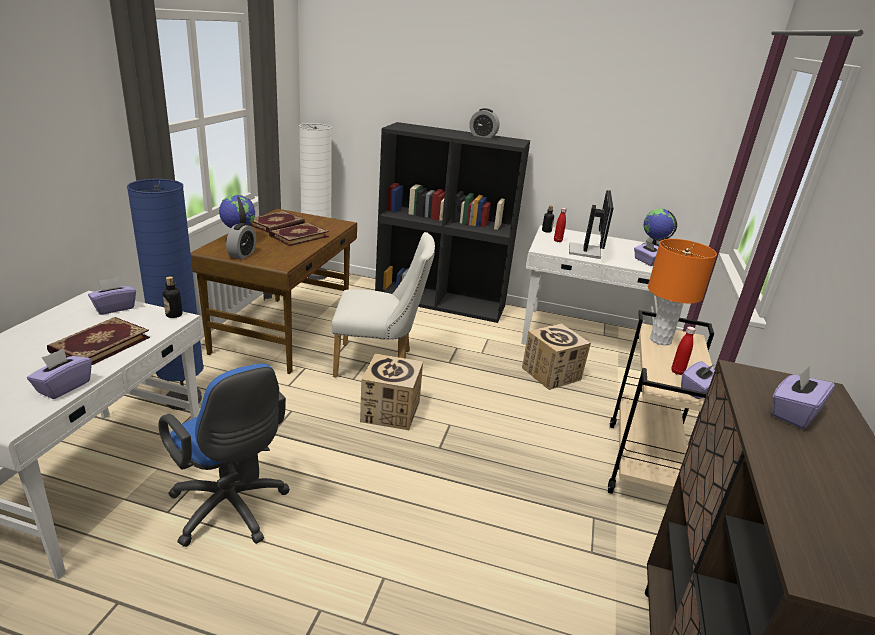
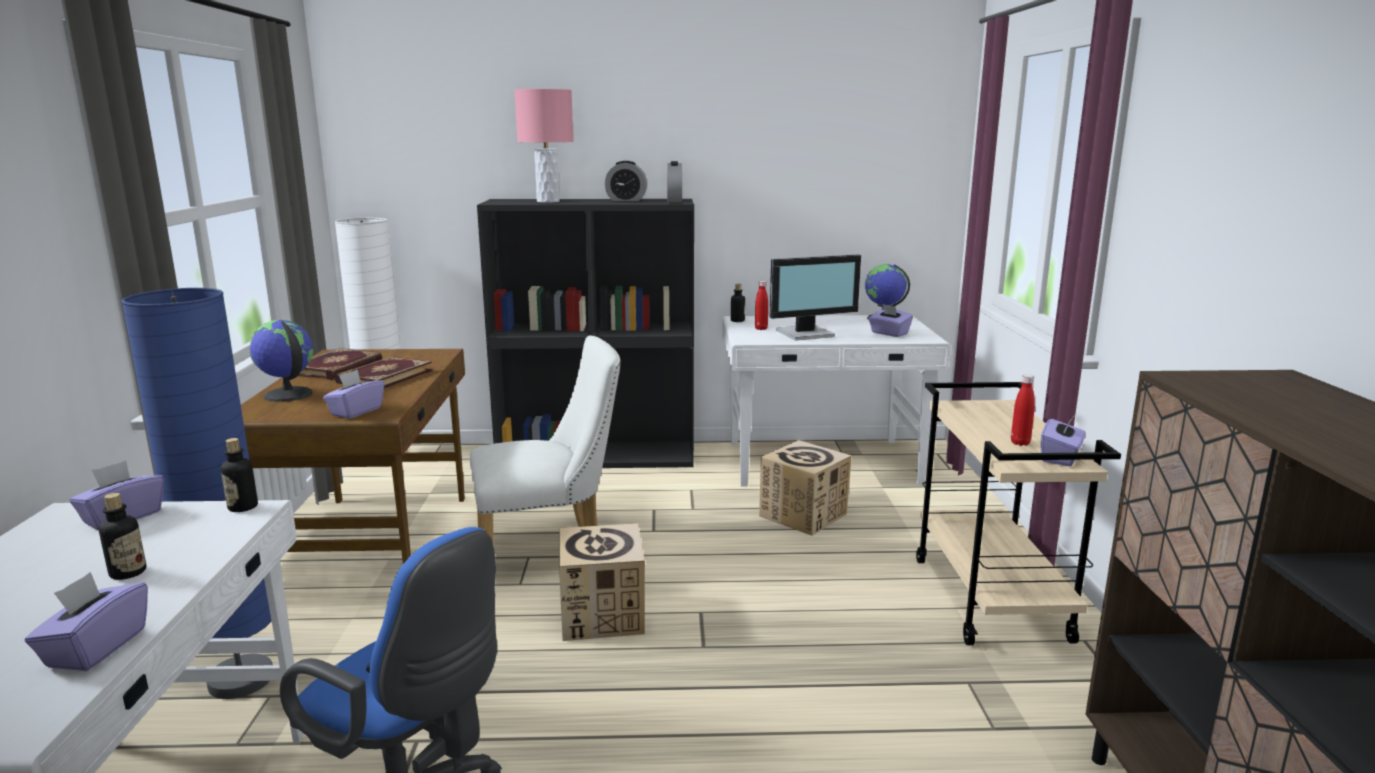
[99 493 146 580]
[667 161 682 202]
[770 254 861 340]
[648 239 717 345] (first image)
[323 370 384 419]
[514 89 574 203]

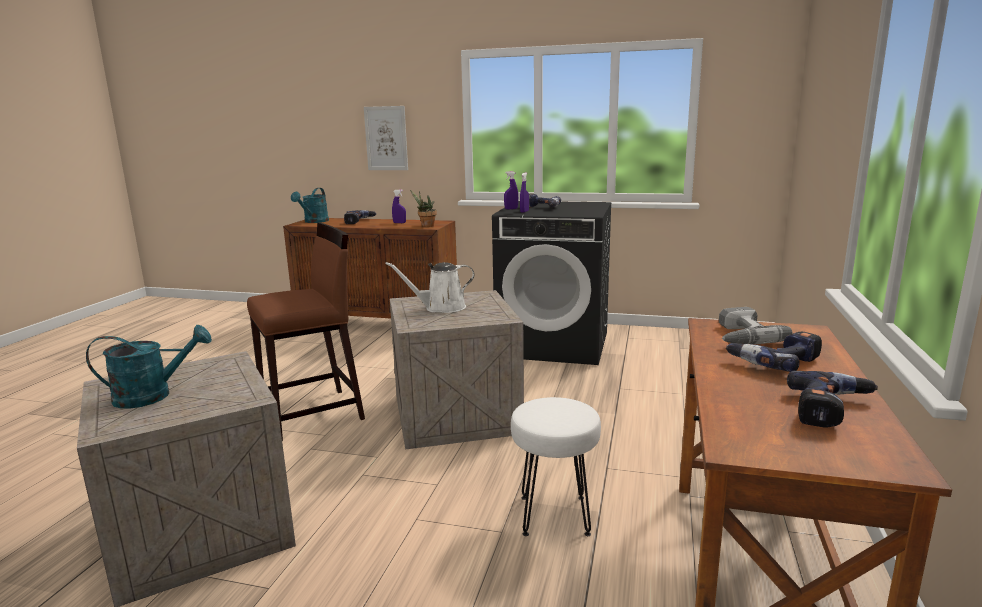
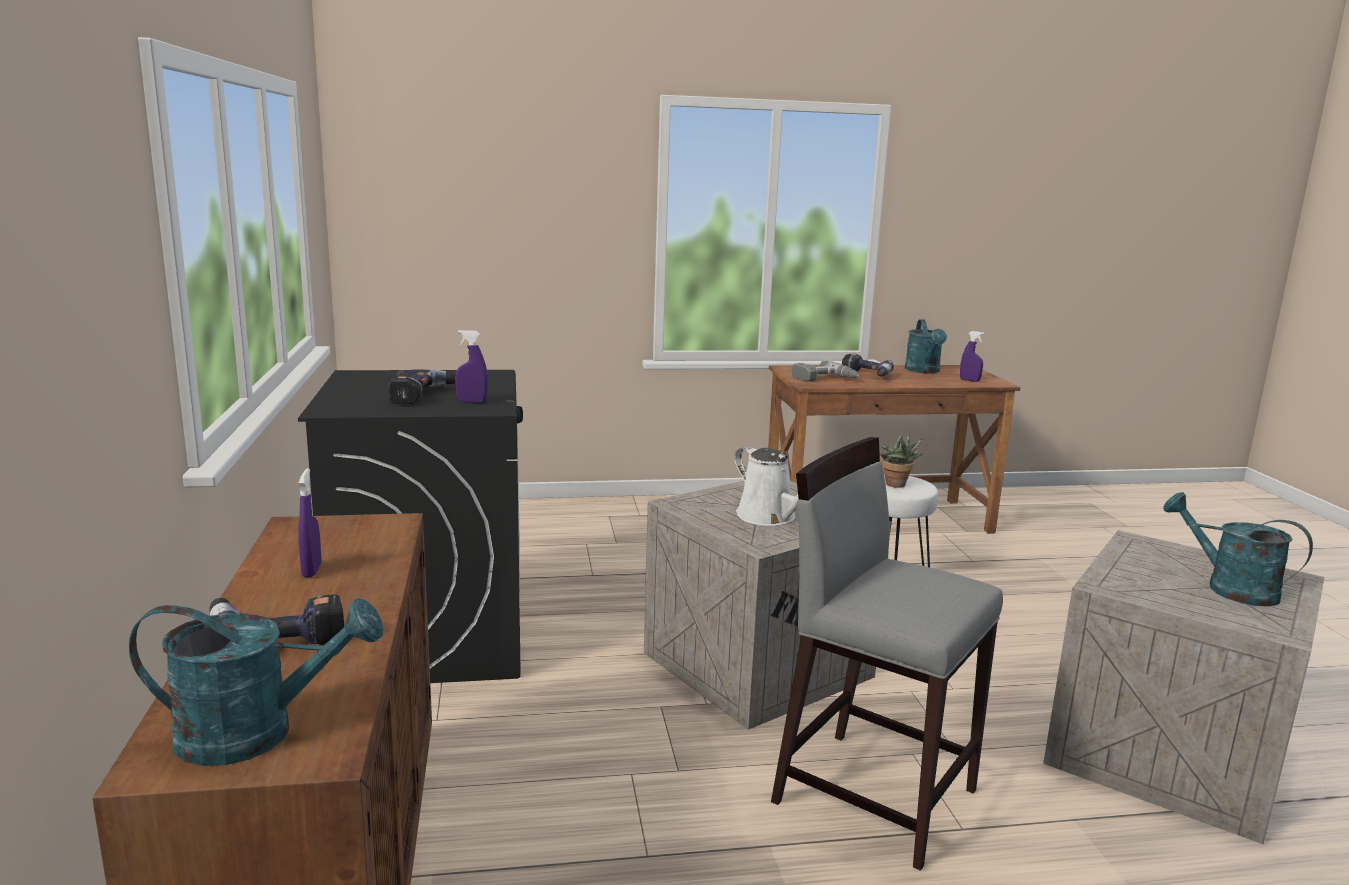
[771 437 1003 871]
[364 106 408 170] (first image)
[880 432 923 488]
[960 331 984 382]
[905 319 947 373]

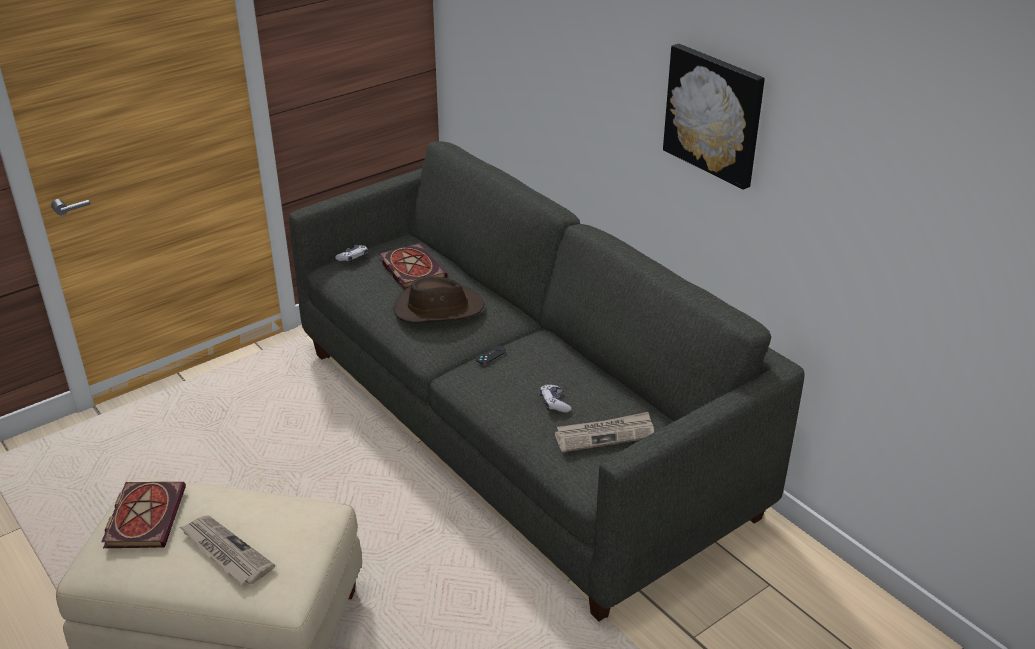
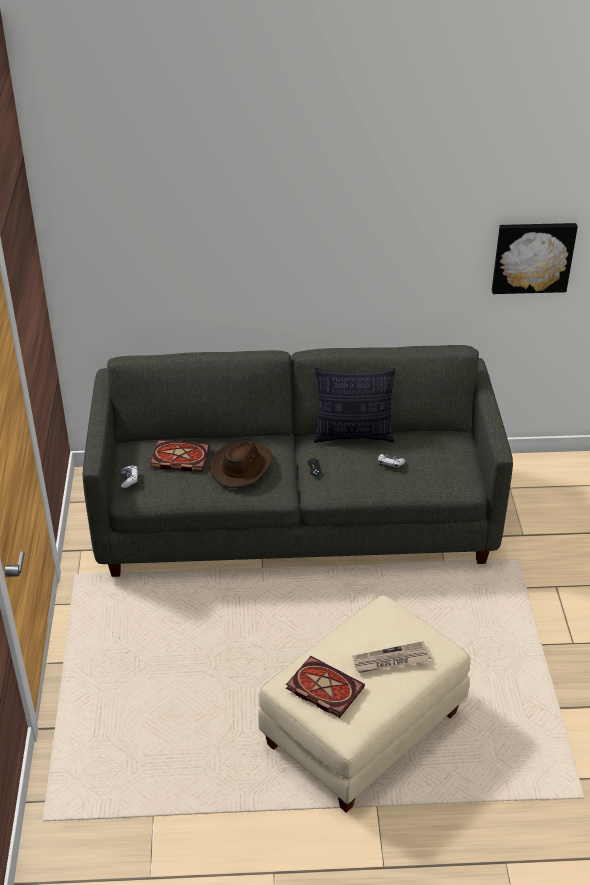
[555 412 654 453] (first image)
[492 223 578 294]
[314 367 396 443]

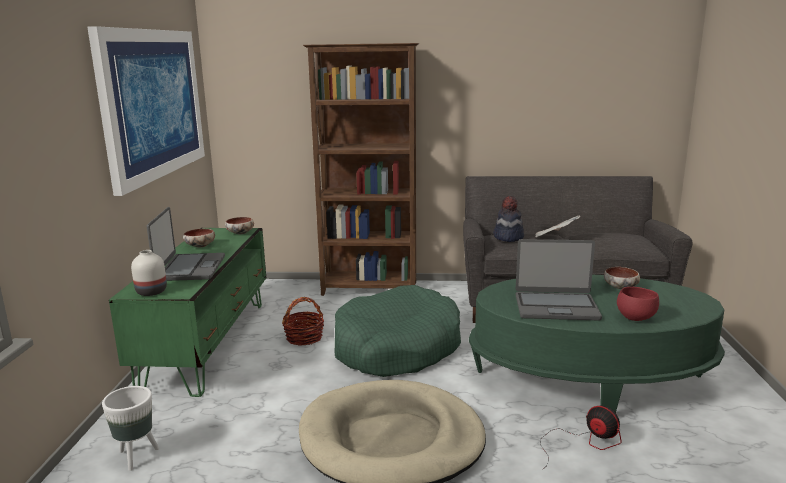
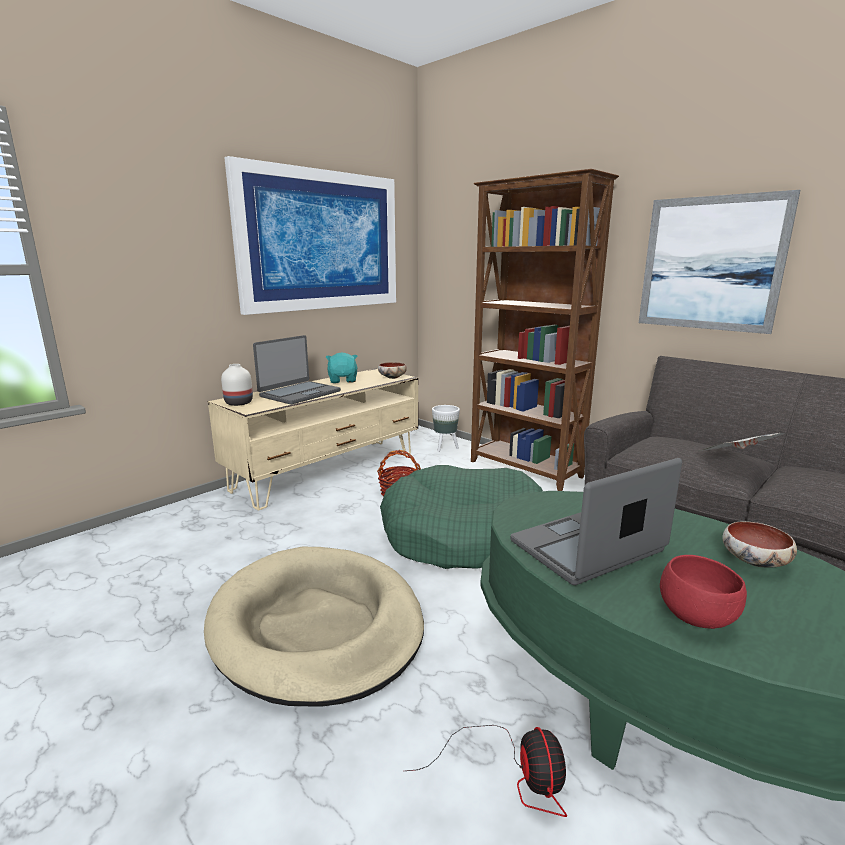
[432 405 460 452]
[208 369 418 510]
[326 352 358 383]
[494 196 524 242] (first image)
[511 458 682 585]
[639 190 800 334]

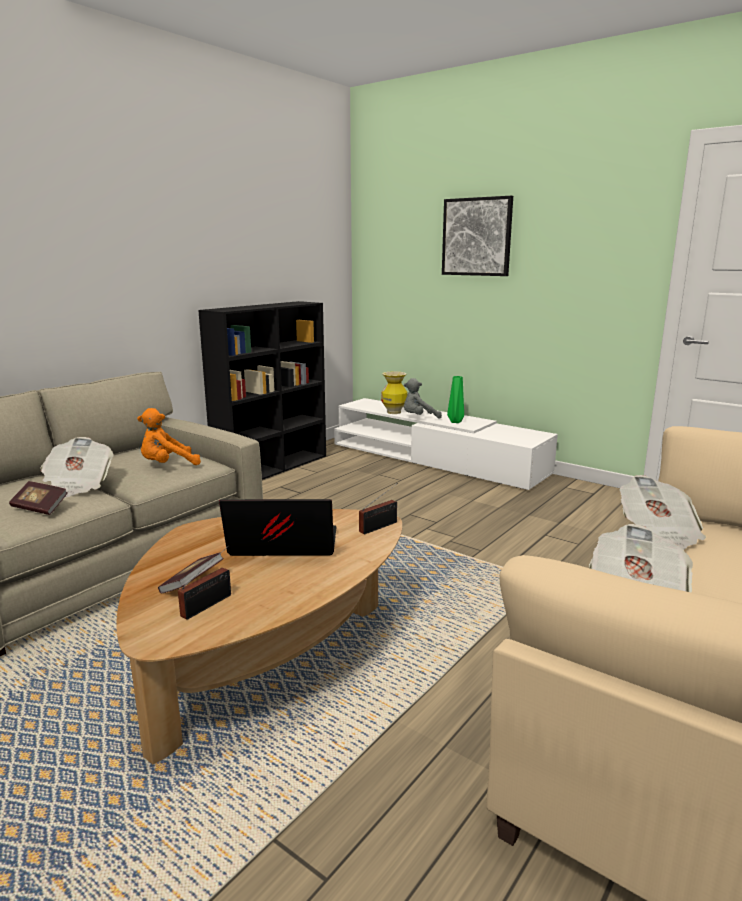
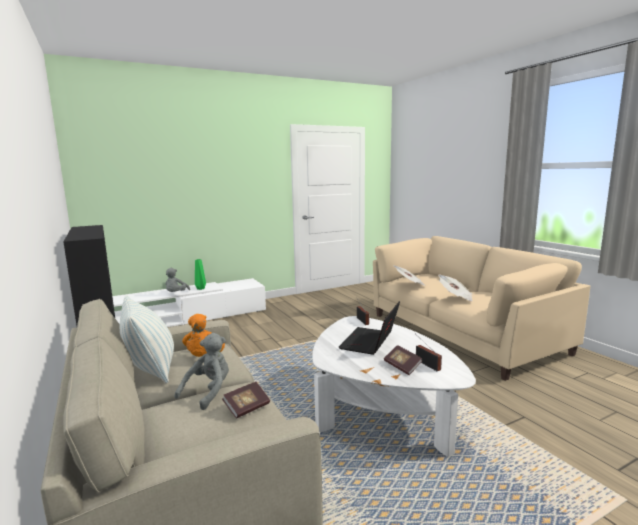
[174 333 229 410]
[312 316 476 457]
[381 371 407 414] (first image)
[442 196 513 276] (first image)
[120 295 174 384]

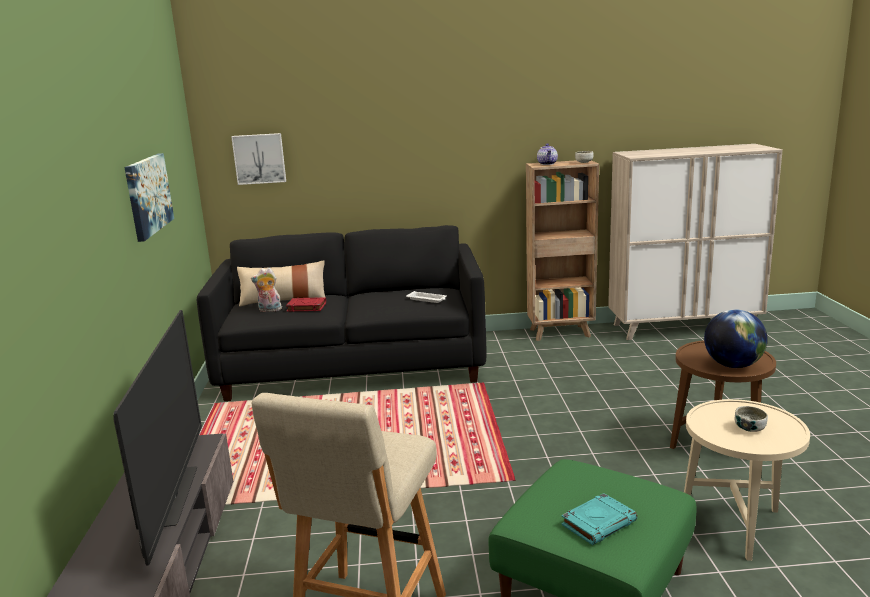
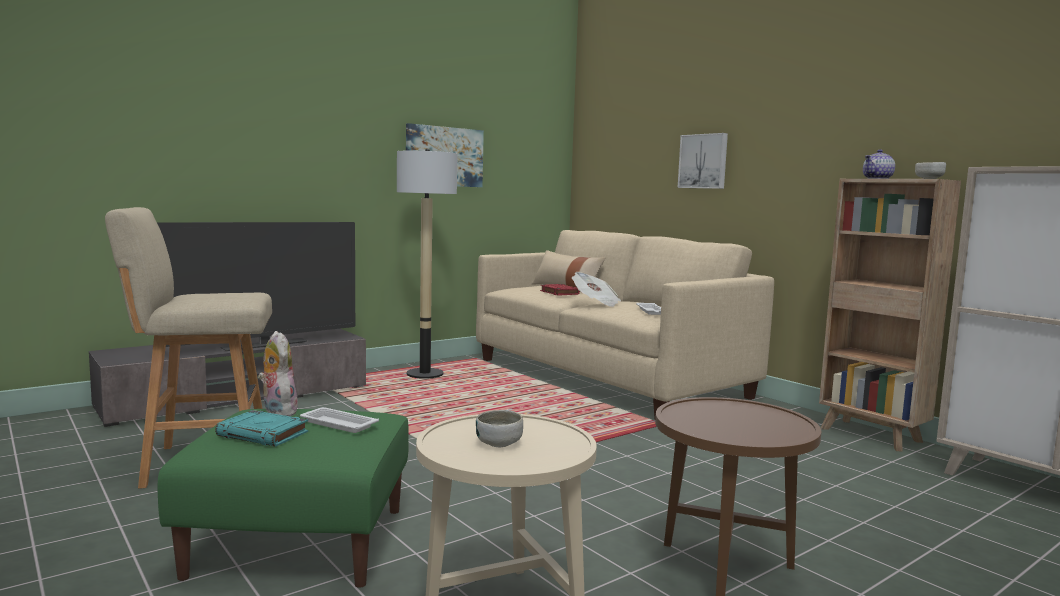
[476 230 774 418]
[678 133 728 189]
[258 331 298 416]
[704 309 768 368] (first image)
[300 407 379 433]
[397 149 457 379]
[572 272 621 307]

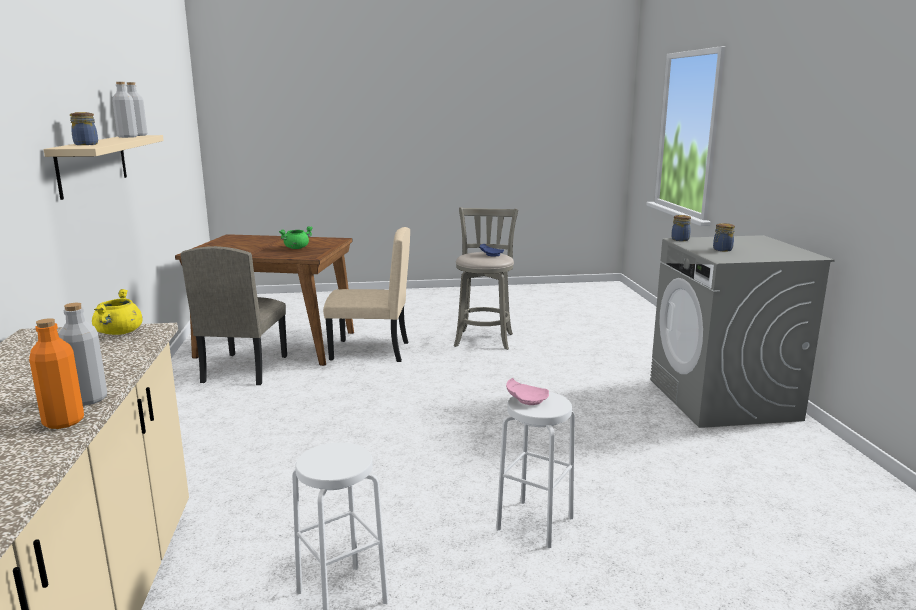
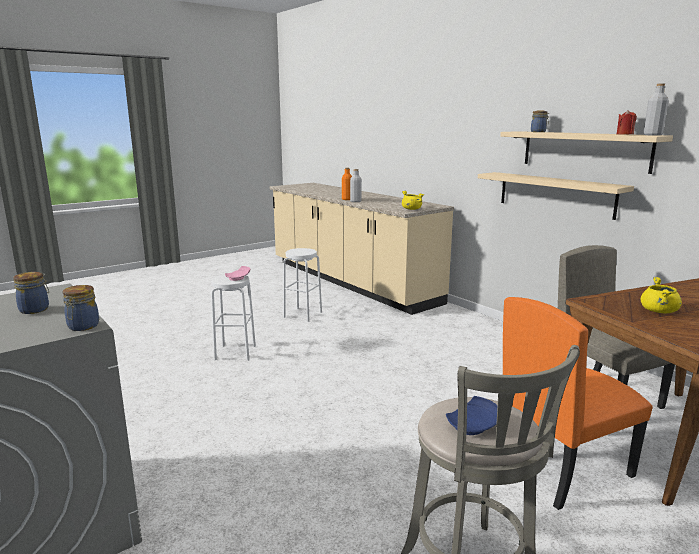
[617 110 637 135]
[641 277 682 313]
[503 297 653 510]
[478 172 634 220]

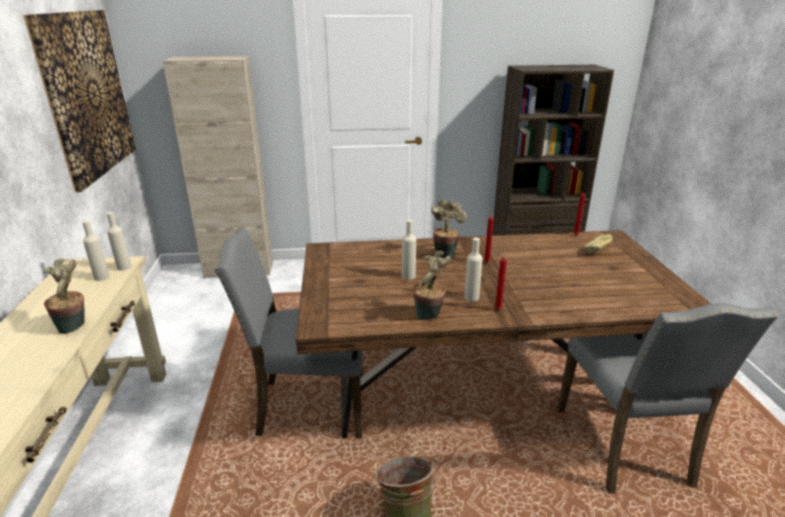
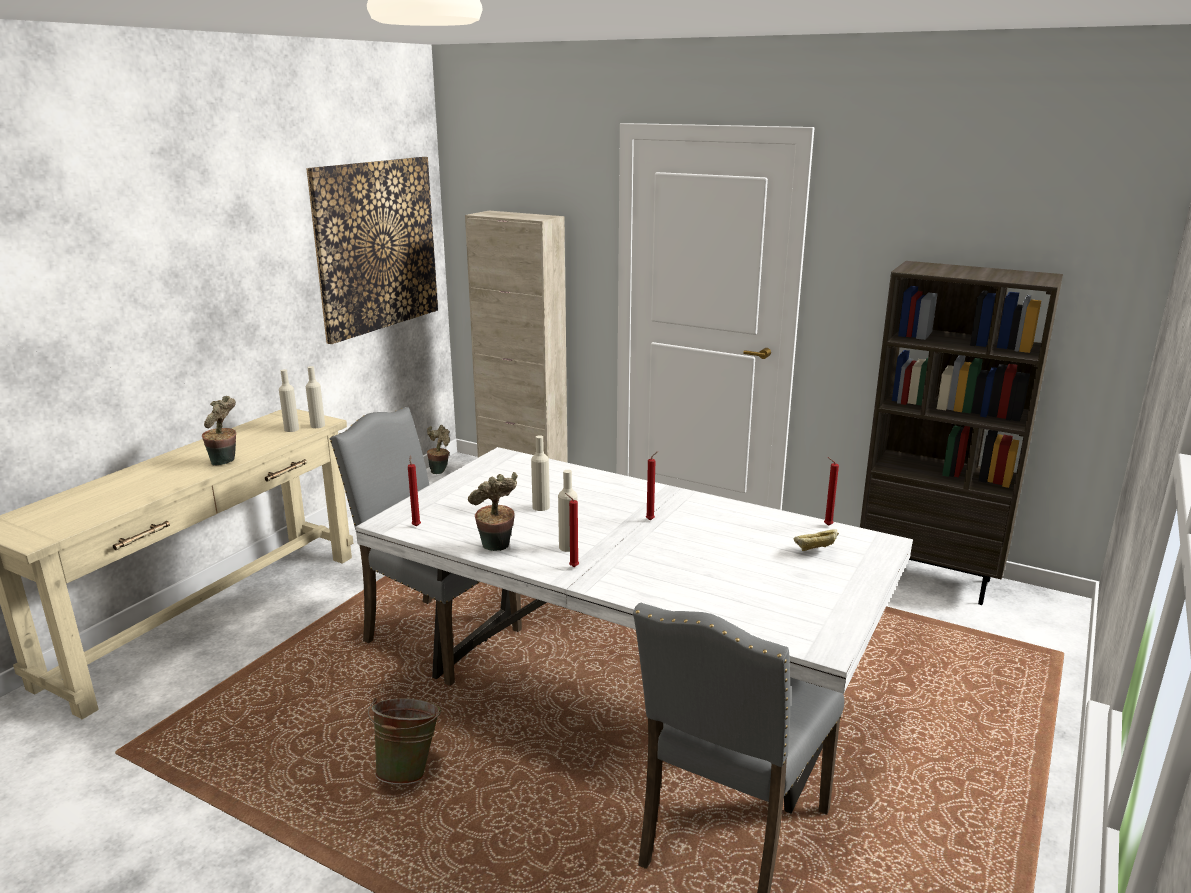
[355 447 913 814]
[427 425 450 474]
[408 456 421 527]

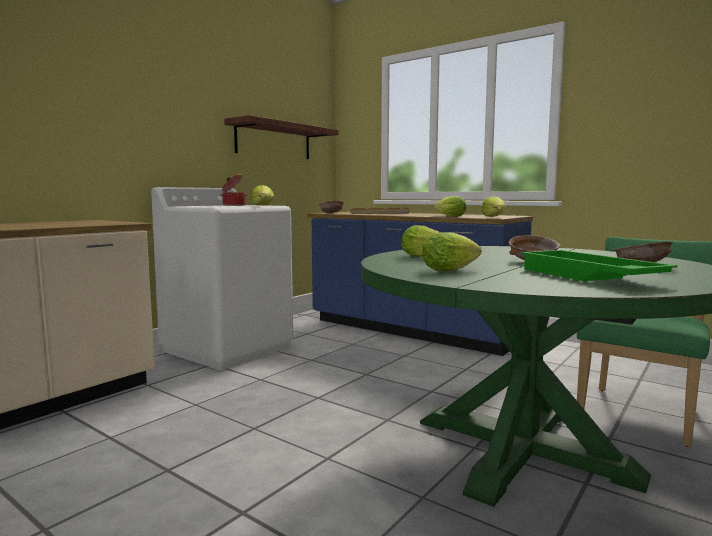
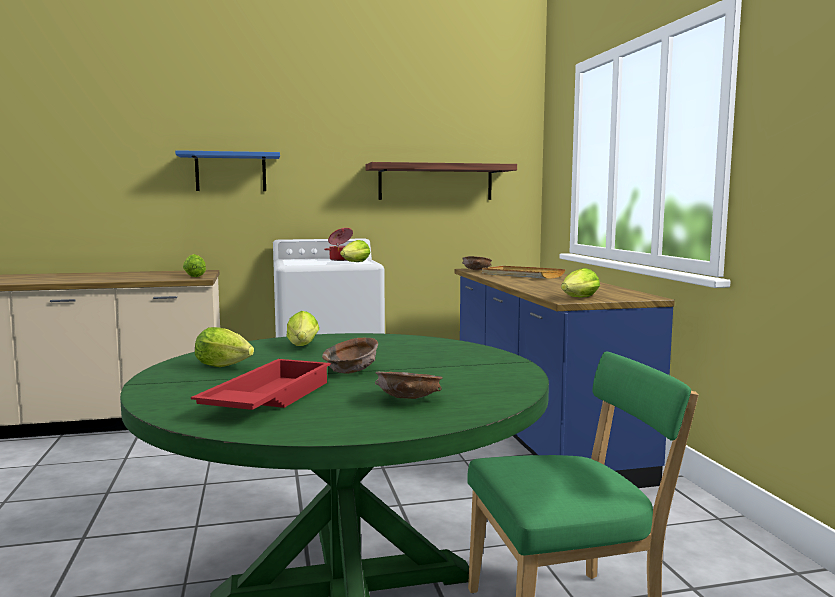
[183 254 206 277]
[191 359 331 410]
[175 150 280 191]

